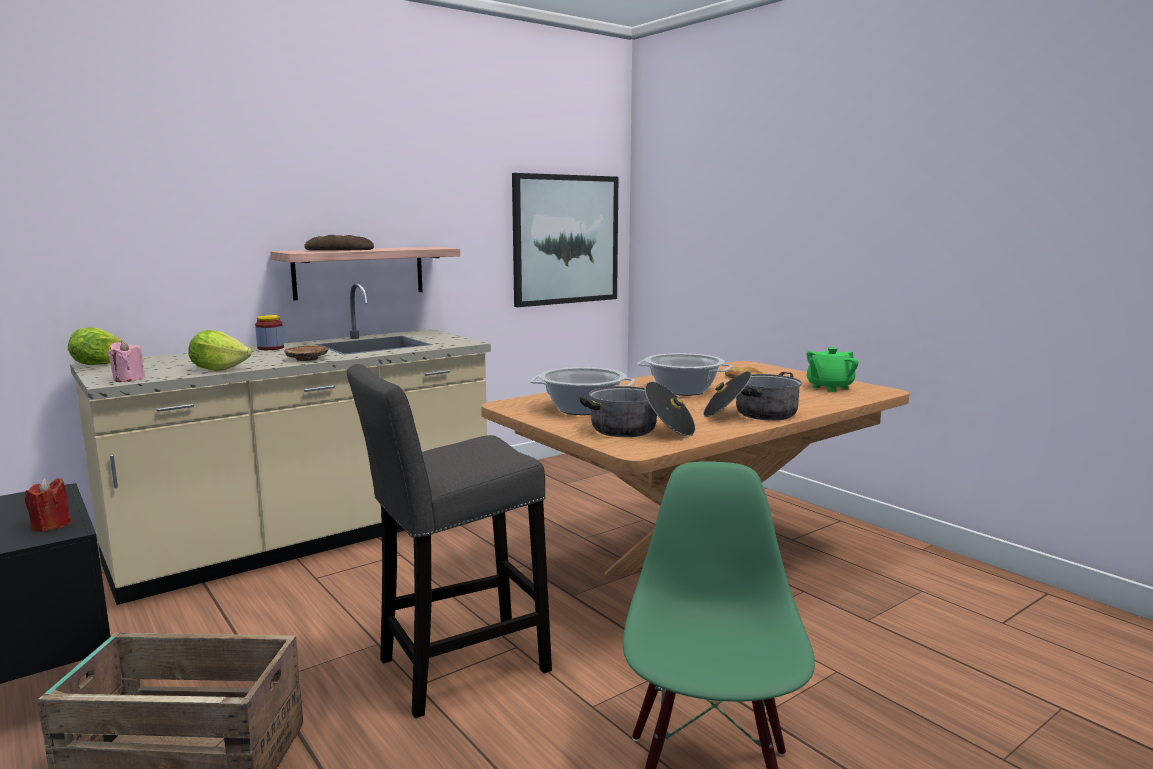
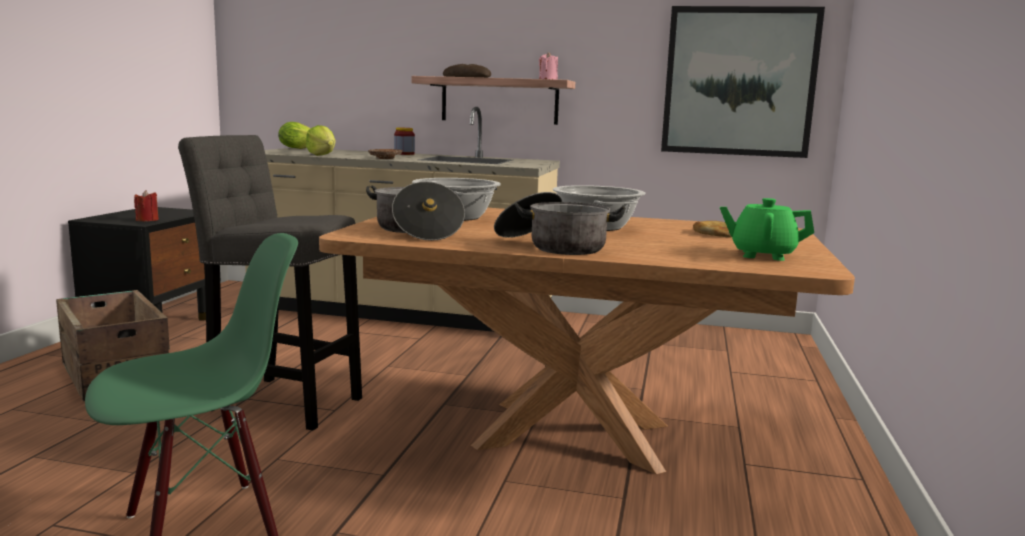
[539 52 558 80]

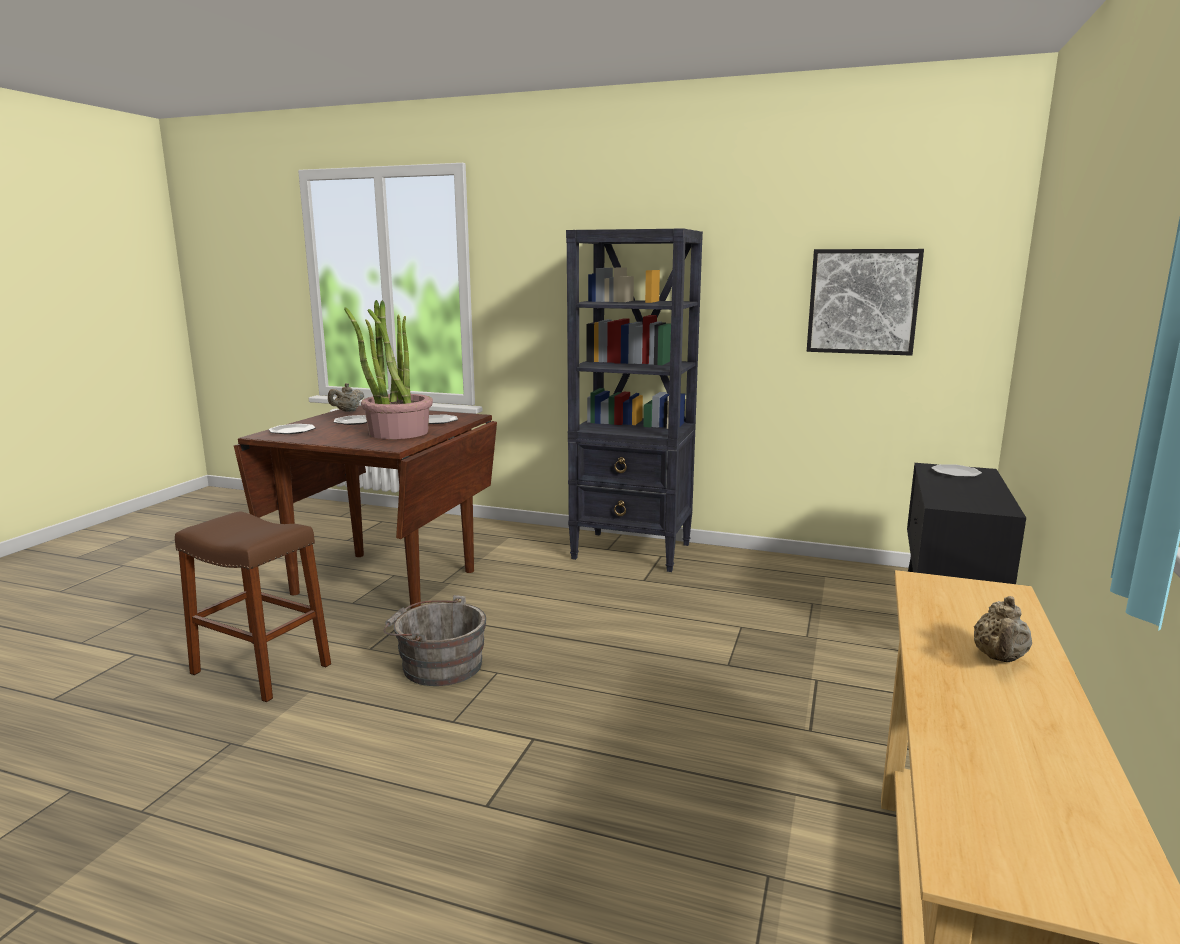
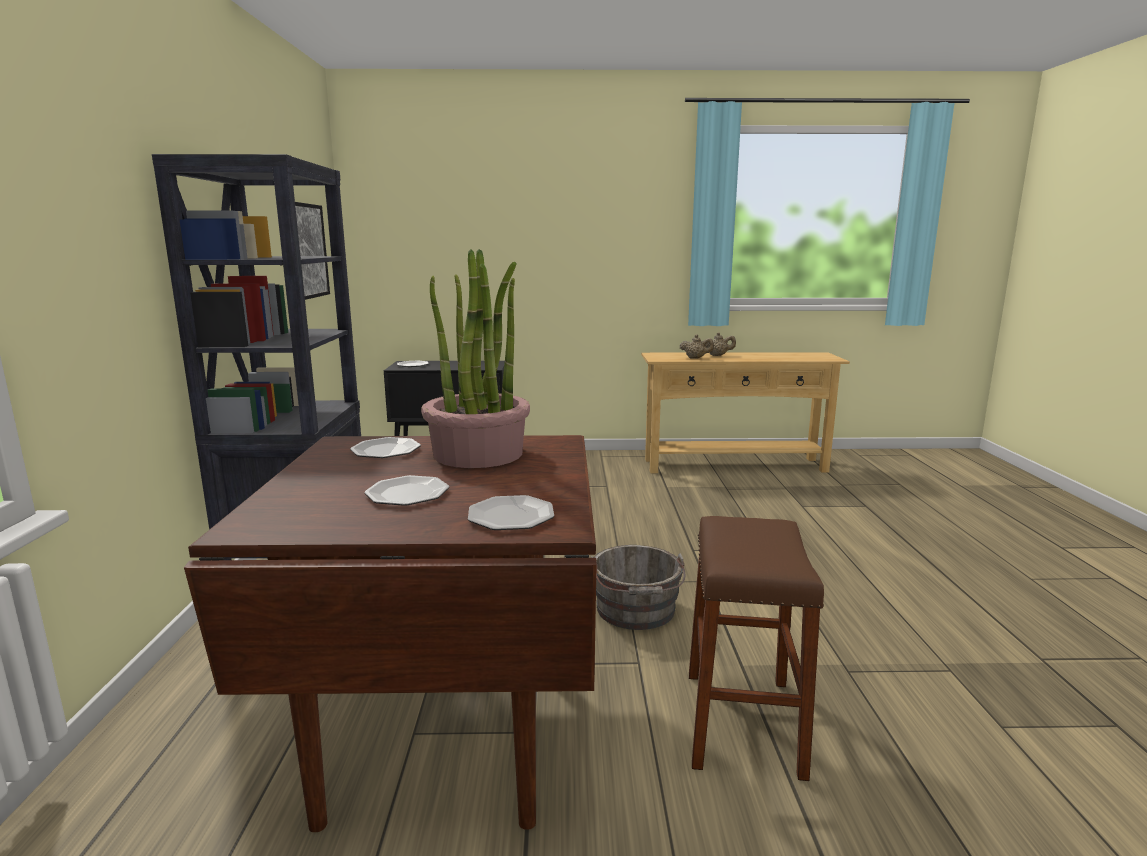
[680 334 714 359]

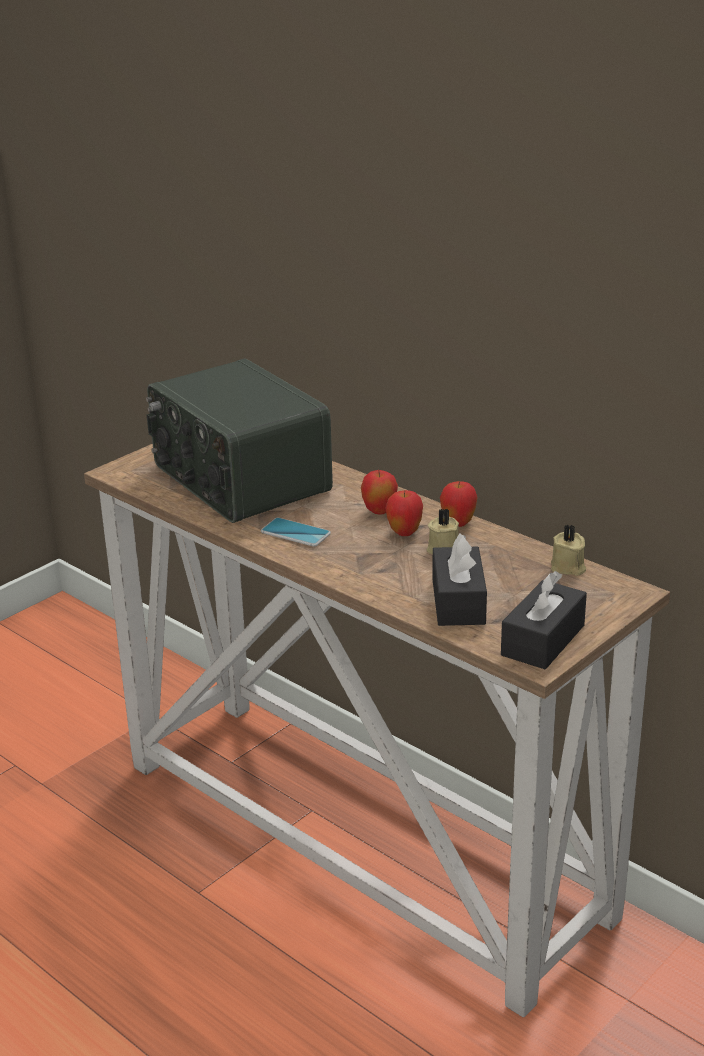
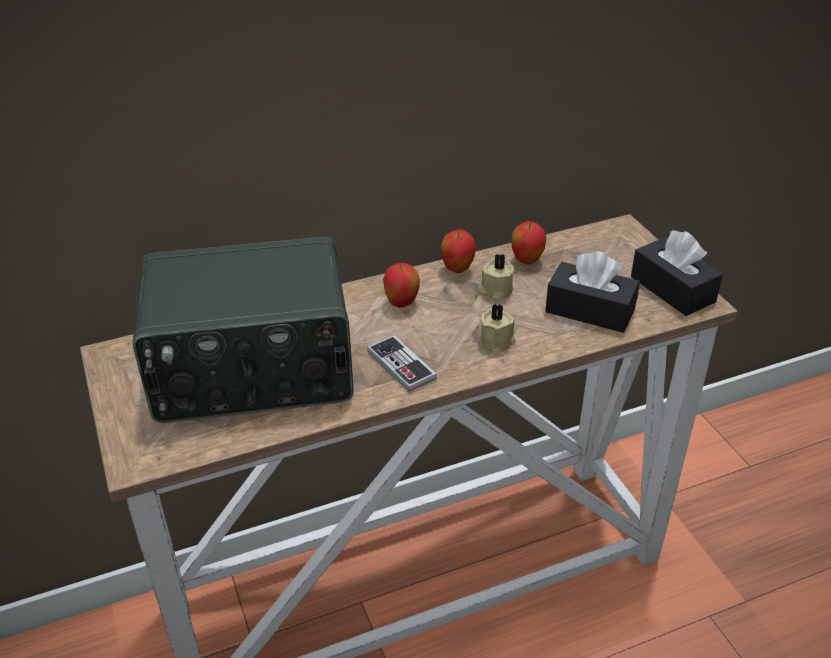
[367 335 437 392]
[512 221 546 265]
[480 304 516 354]

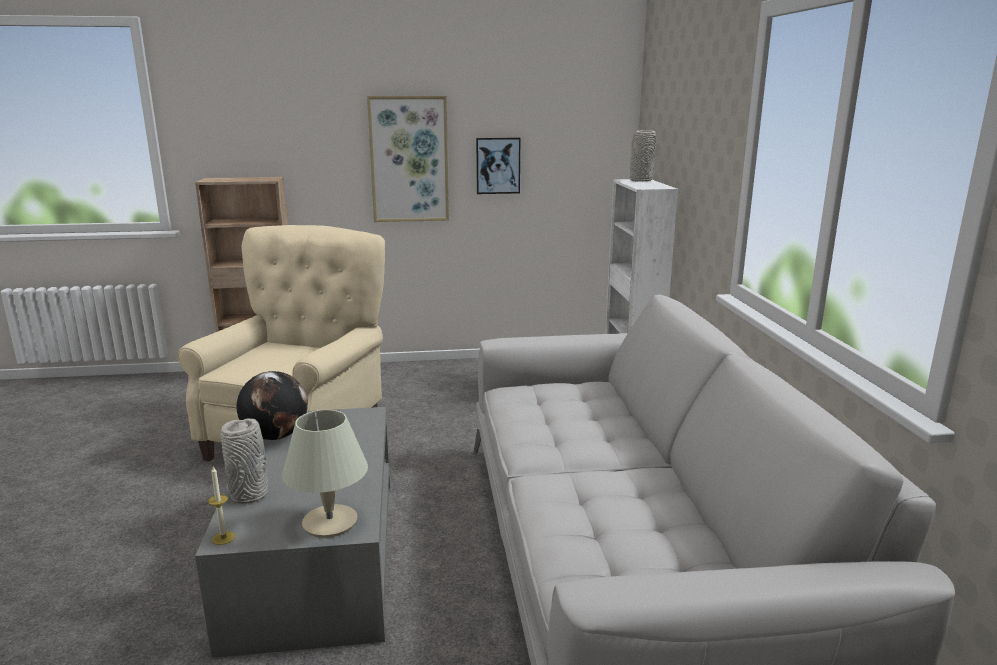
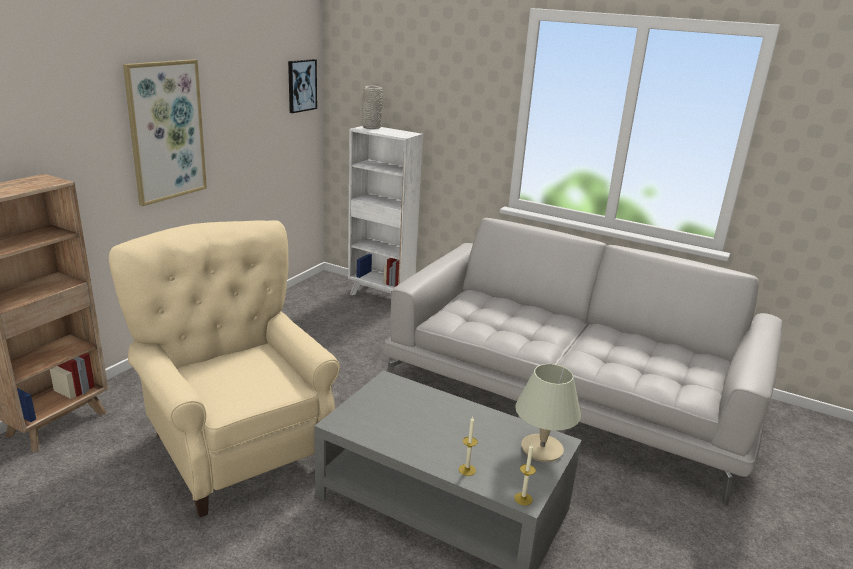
[459 417 478 476]
[236 371 308 440] (first image)
[288 59 317 113]

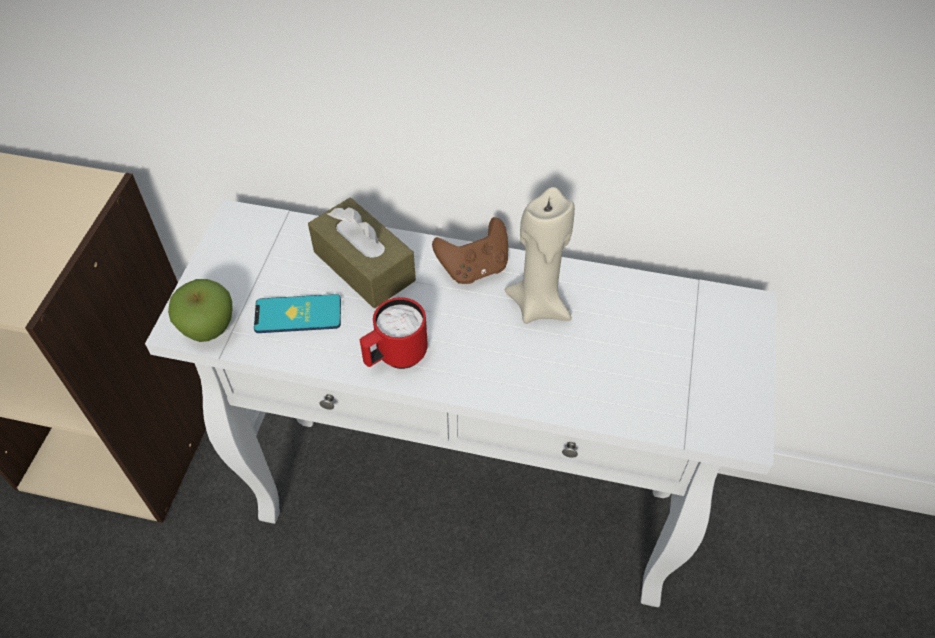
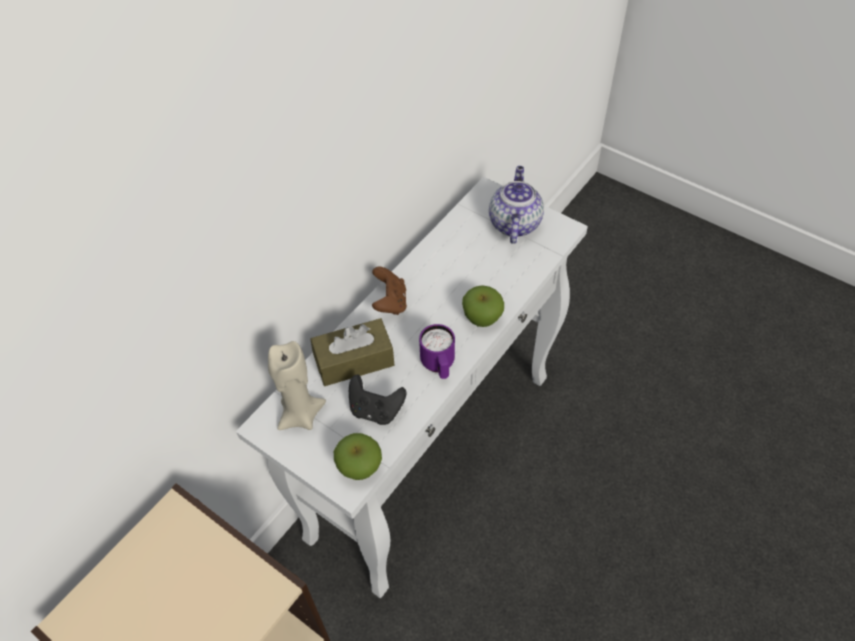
[349 374 406 425]
[419 324 455 379]
[268 341 326 430]
[462 285 504 327]
[489 166 544 244]

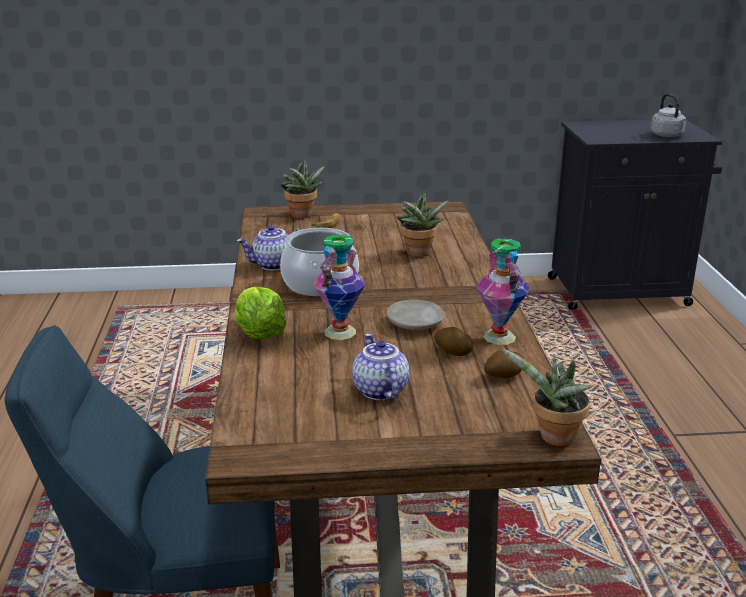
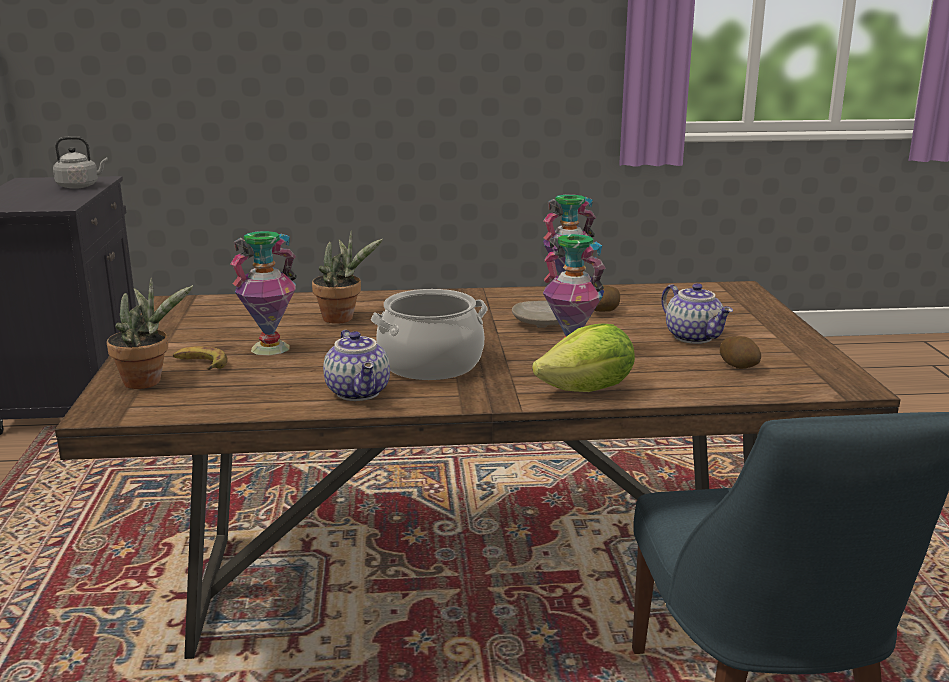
[661 283 733 344]
[720 336 761 369]
[501 347 593 446] (first image)
[230 231 297 355]

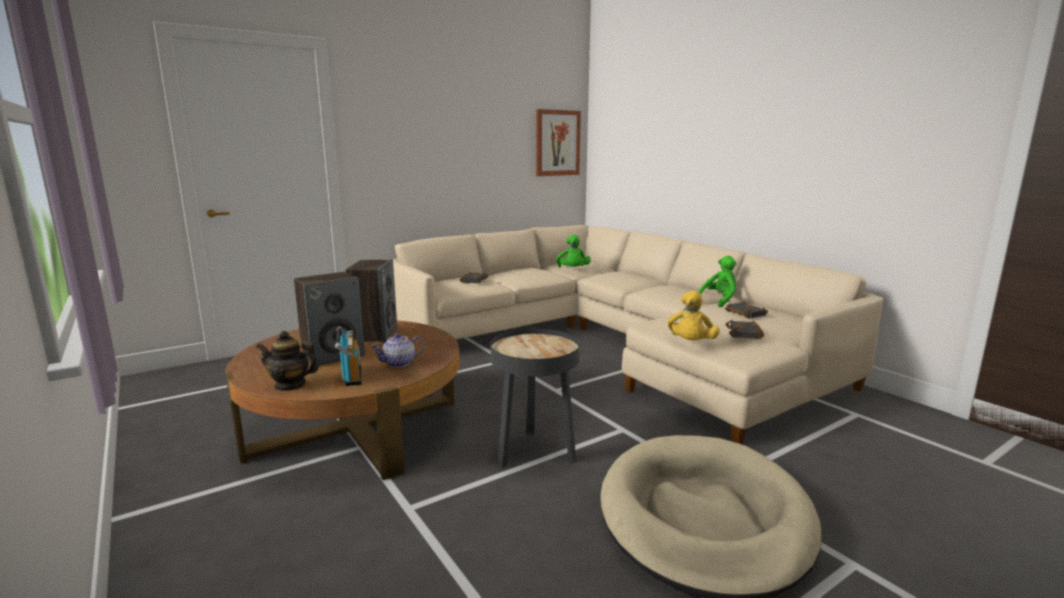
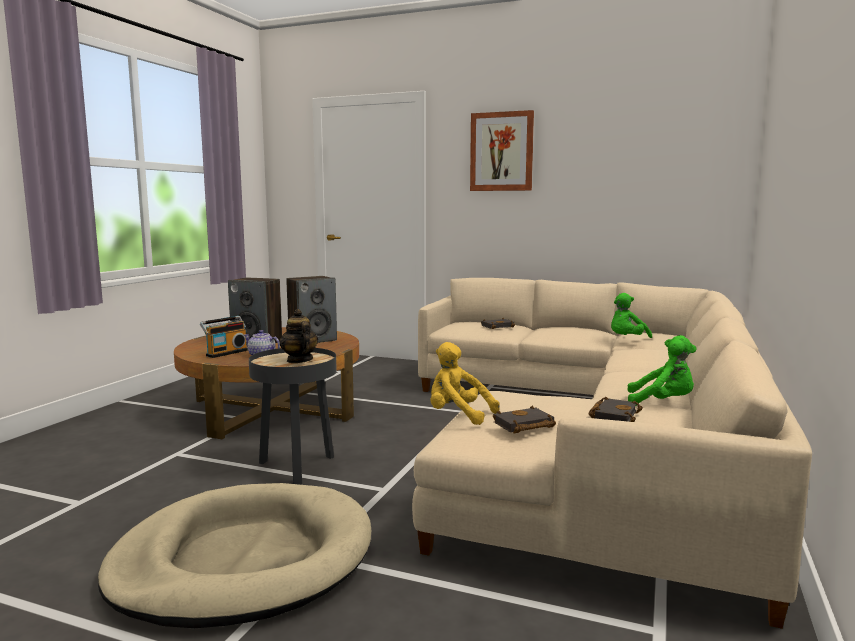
[279 309 318 363]
[470 110 534 191]
[430 342 500 425]

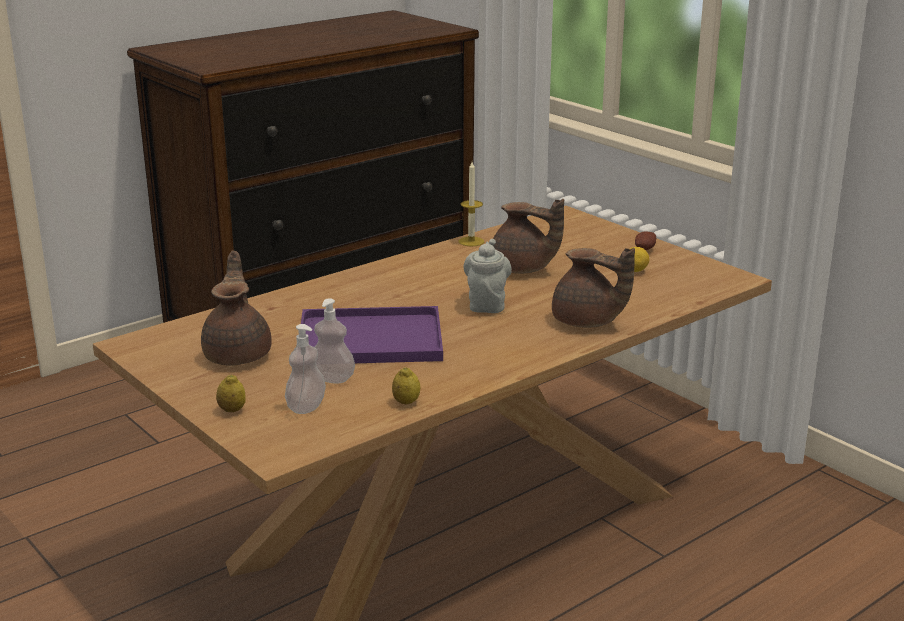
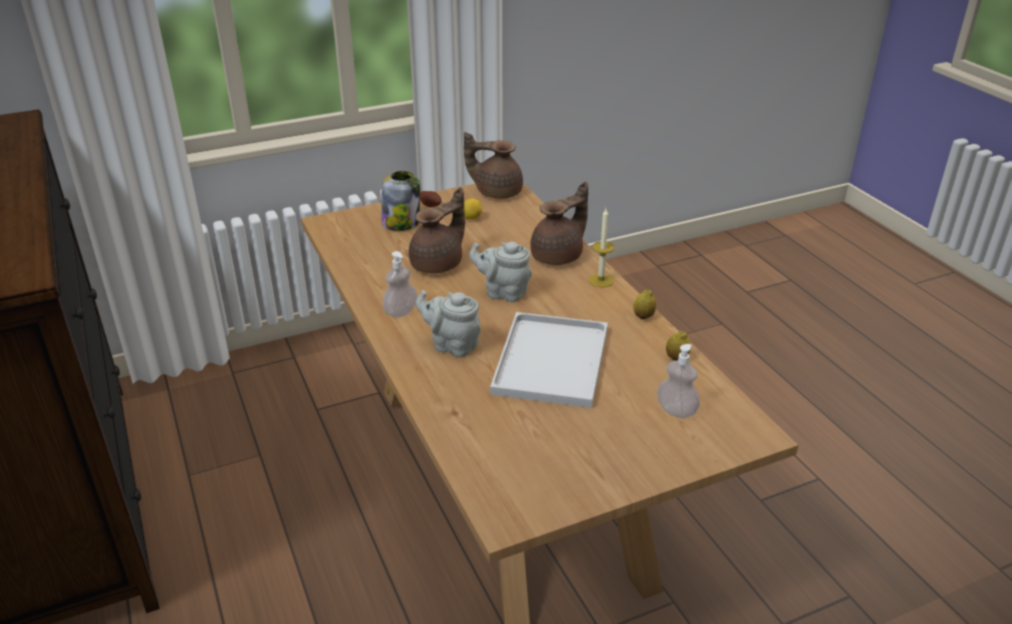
[464 132 523 199]
[633 290 656 319]
[490 312 608 408]
[382 251 417 318]
[588 209 614 288]
[381 171 420 231]
[416 290 481 357]

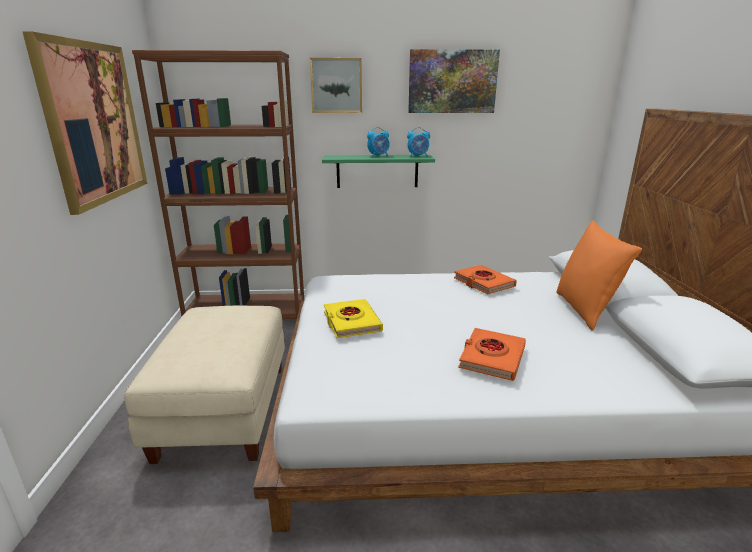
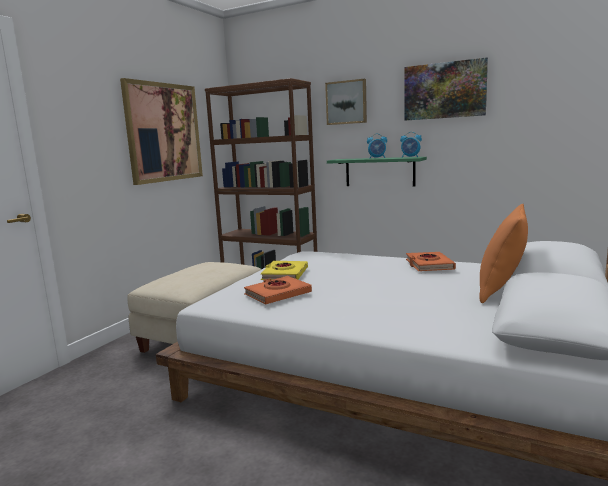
[244 276 312 305]

